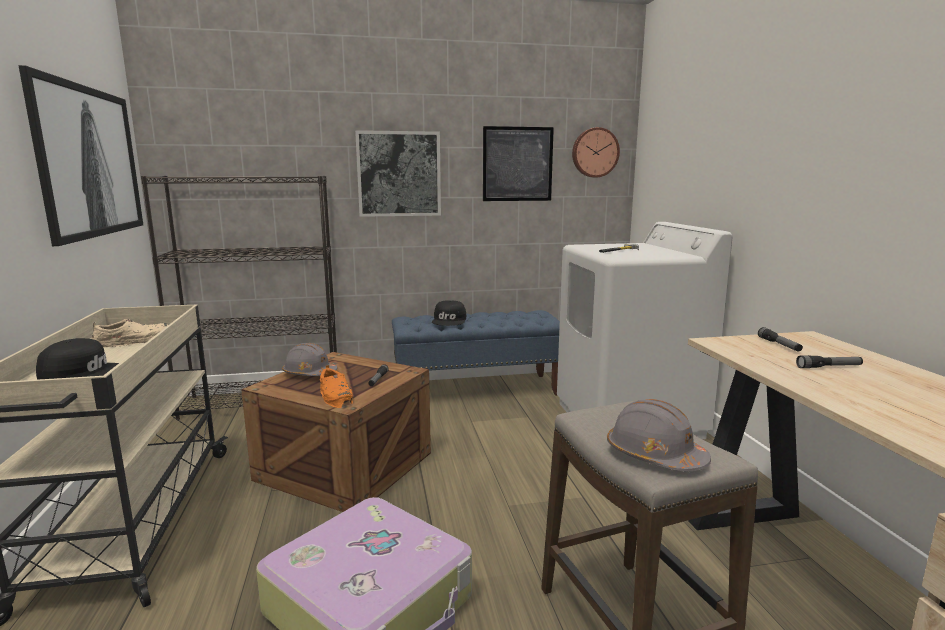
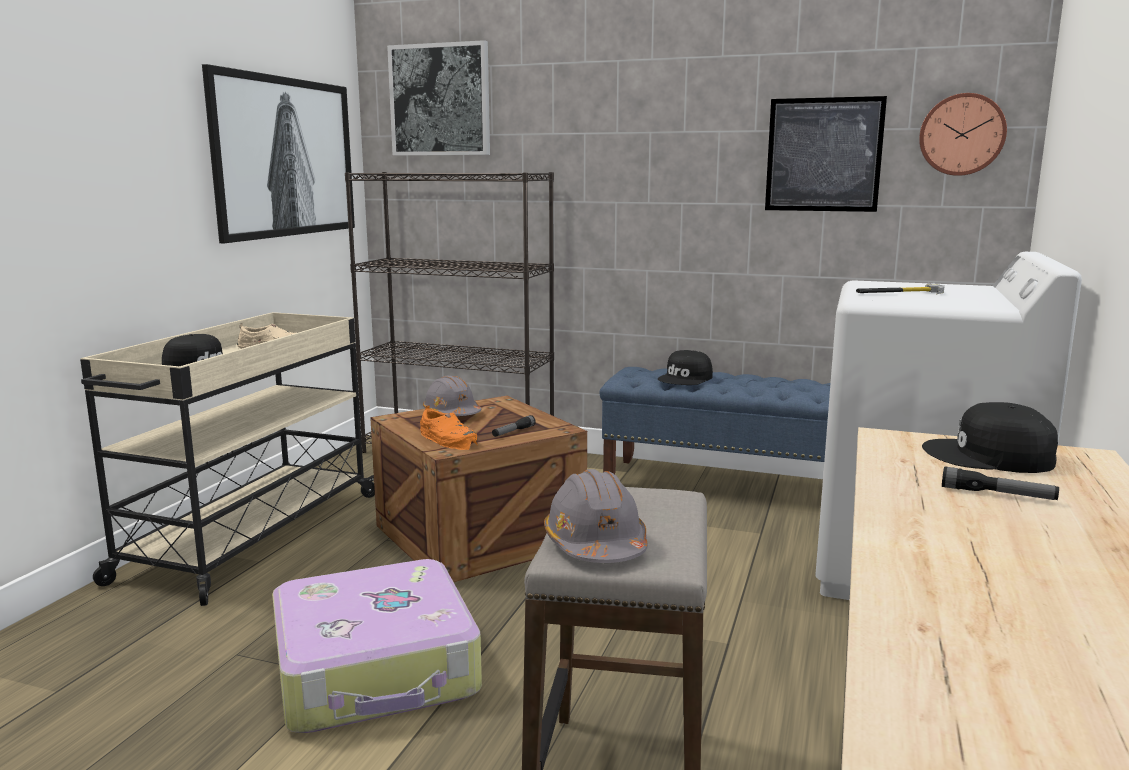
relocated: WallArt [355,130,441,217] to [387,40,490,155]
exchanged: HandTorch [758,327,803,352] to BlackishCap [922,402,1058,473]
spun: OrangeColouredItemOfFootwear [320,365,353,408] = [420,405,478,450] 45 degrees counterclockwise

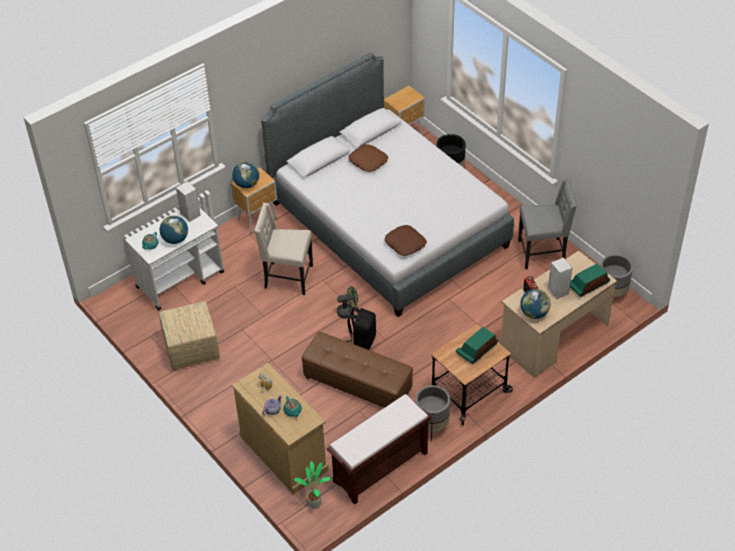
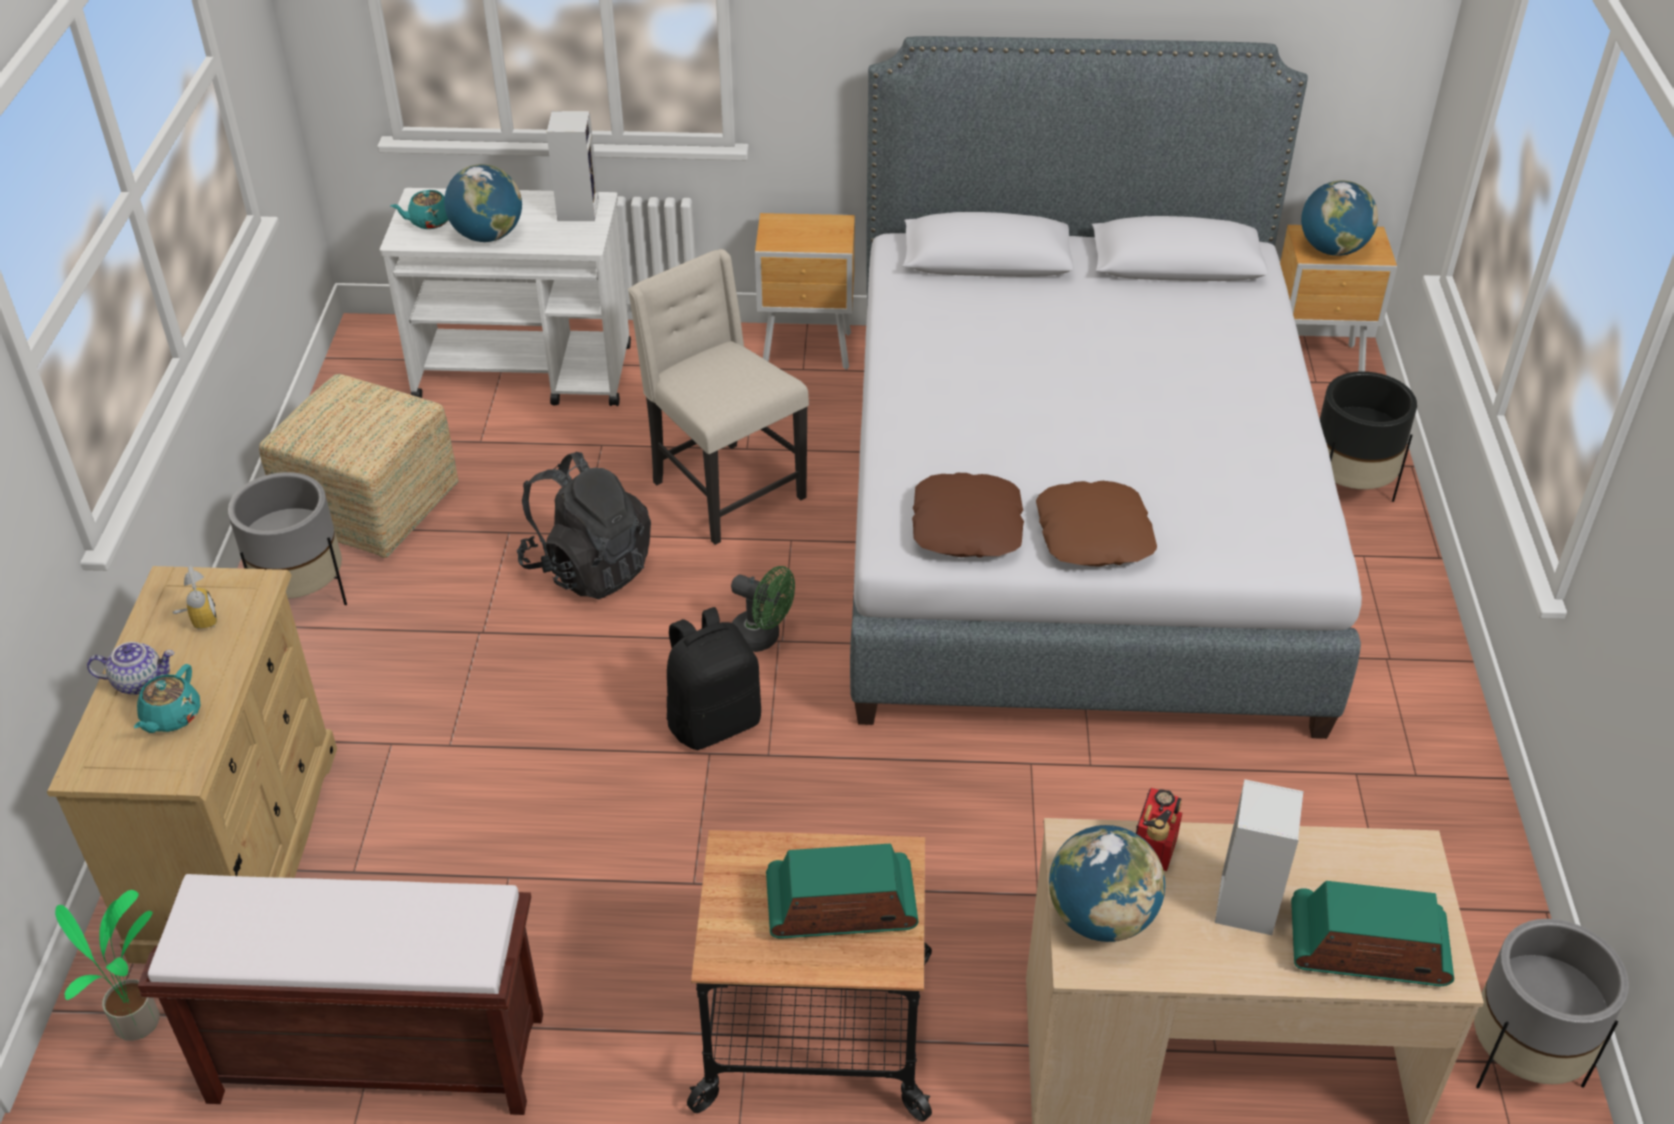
missing: BrownFootrest [301,332,413,408]; GreyPlainChair [518,178,577,269]
appeared: BlackishRucksack [517,452,651,600]
relocated: Globe [232,161,259,188] to [1301,180,1378,256]; BrownThrowPillow [348,144,388,172] to [1036,481,1157,567]; GreyFlowerPot [415,385,450,442] to [228,472,347,605]

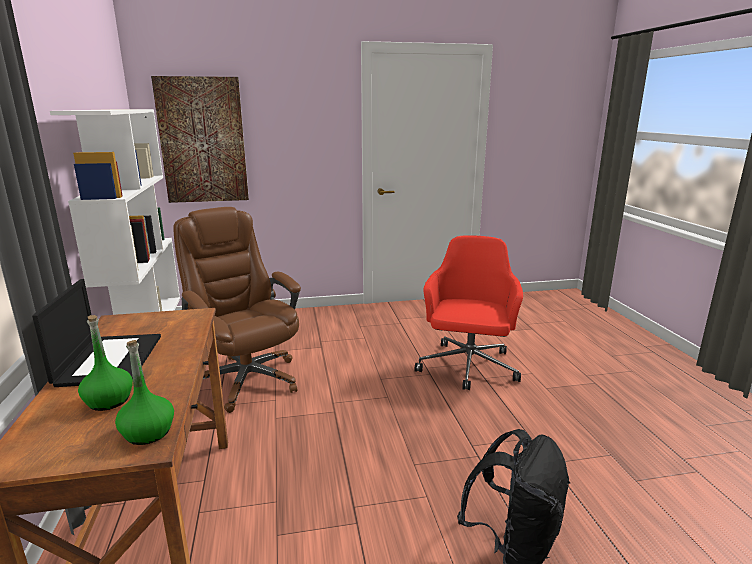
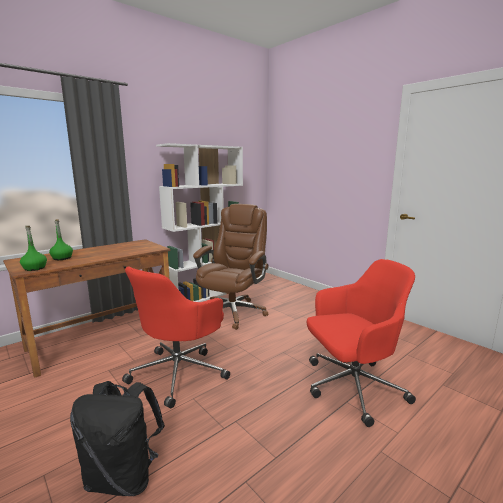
missing: Laptop [32,279,161,387]; WallArt [151,76,249,203]
appeared: RedColouredComputerChair [122,267,230,408]

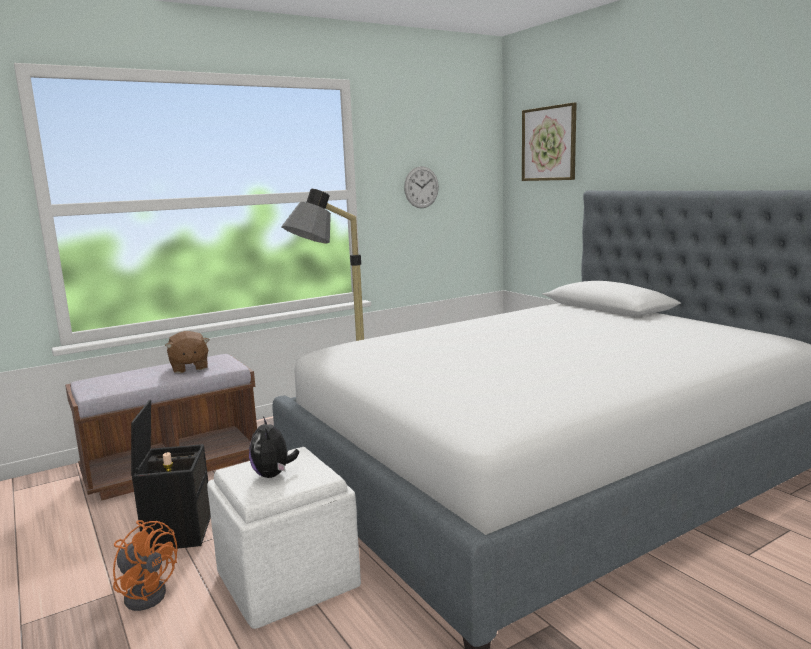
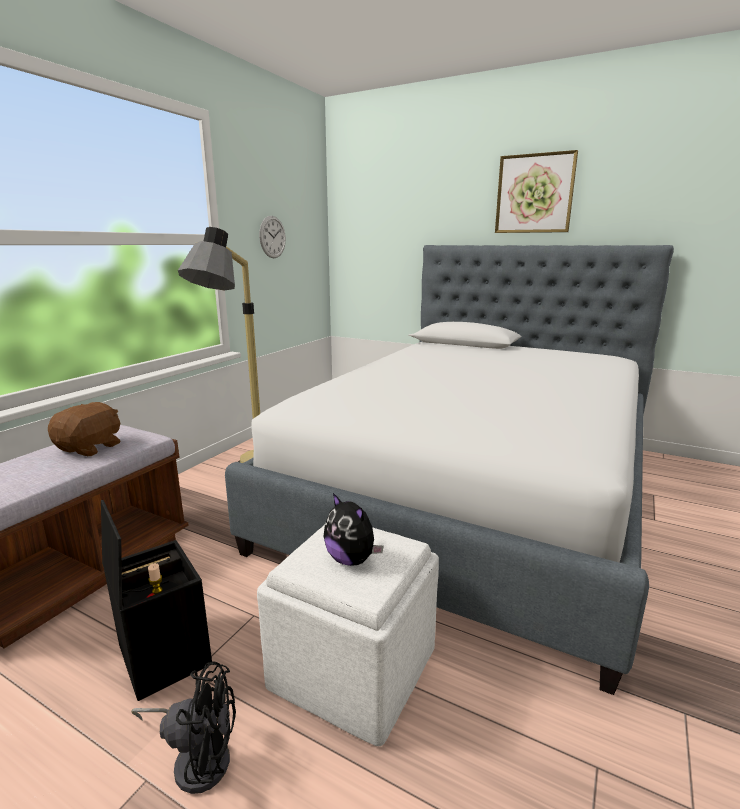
relocated: WallArt [522,102,576,181] to [495,150,578,233]
colour: OrangeColouredFan [113,520,177,611] to BlackishFan [131,661,236,794]
spun: BrownPlushToy [165,331,209,373] = [48,402,120,456] 105 degrees counterclockwise

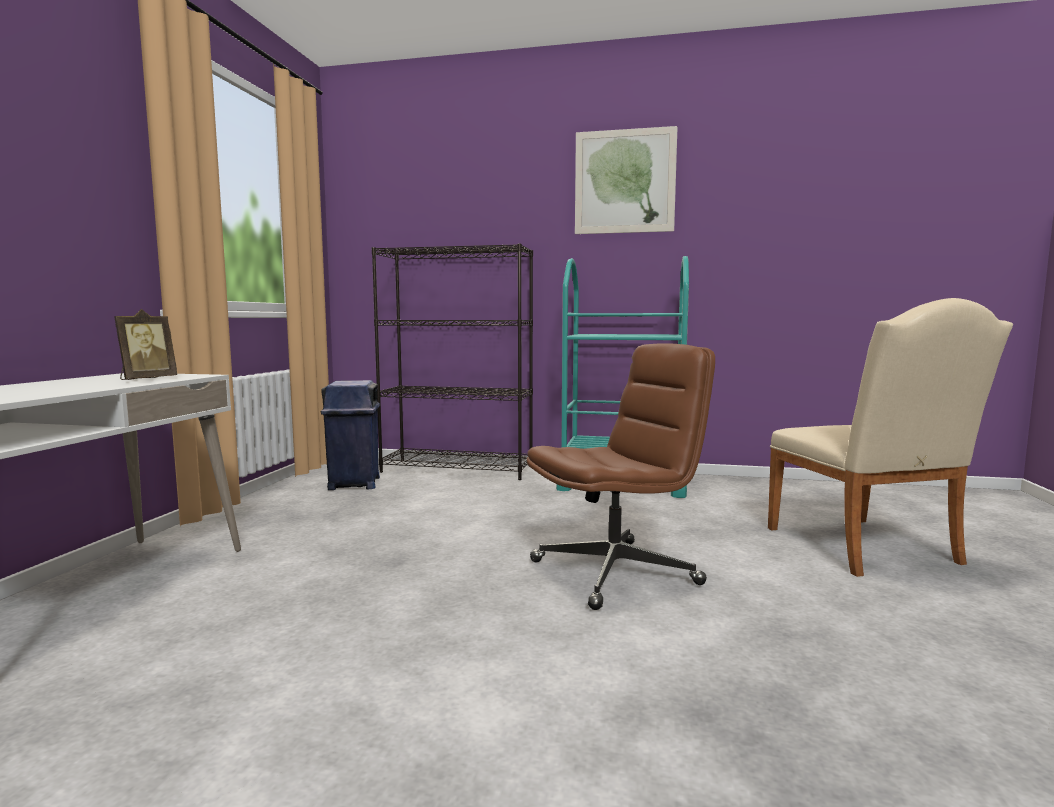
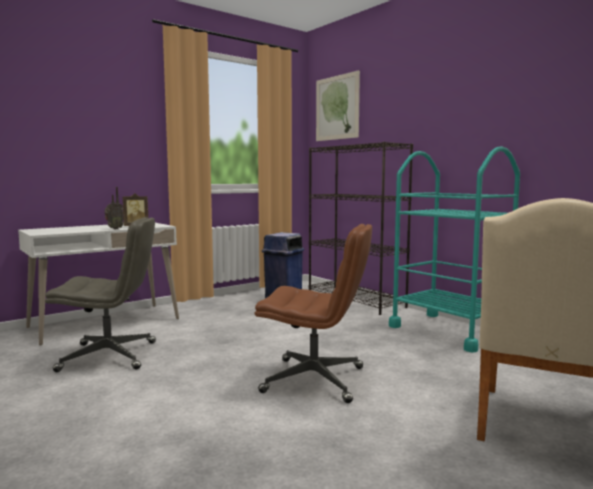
appeared: GreyComputerChair [45,217,156,372]; RadioSet [105,187,124,229]
relocated: WallArt [575,126,678,234] to [316,70,360,141]

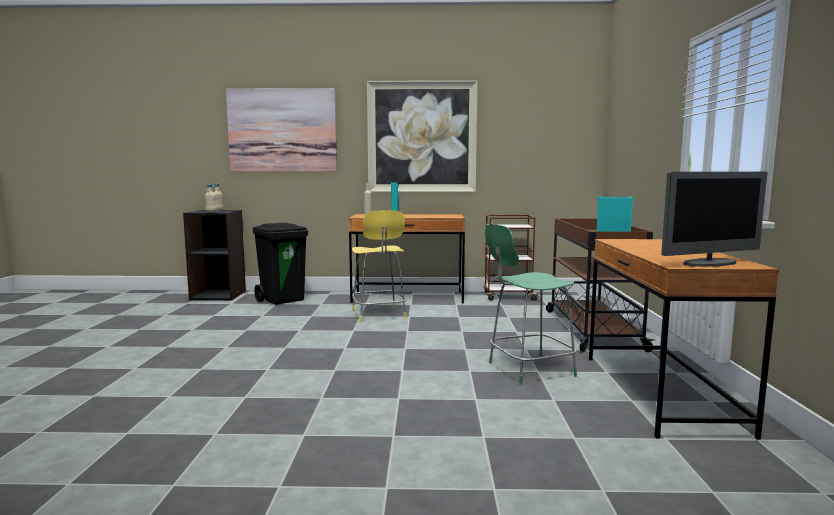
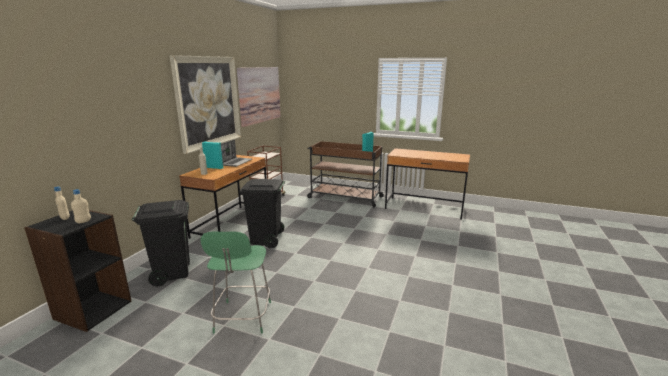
missing: Monitor [661,172,767,267]
appeared: Laptop [221,140,252,167]
relocated: WallArt [226,88,337,172] to [237,67,281,127]; GreenSittingStool [485,224,577,385] to [200,232,271,334]
exchanged: YellowSittingStool [352,210,407,322] to BlackishWasteBin [239,179,285,249]

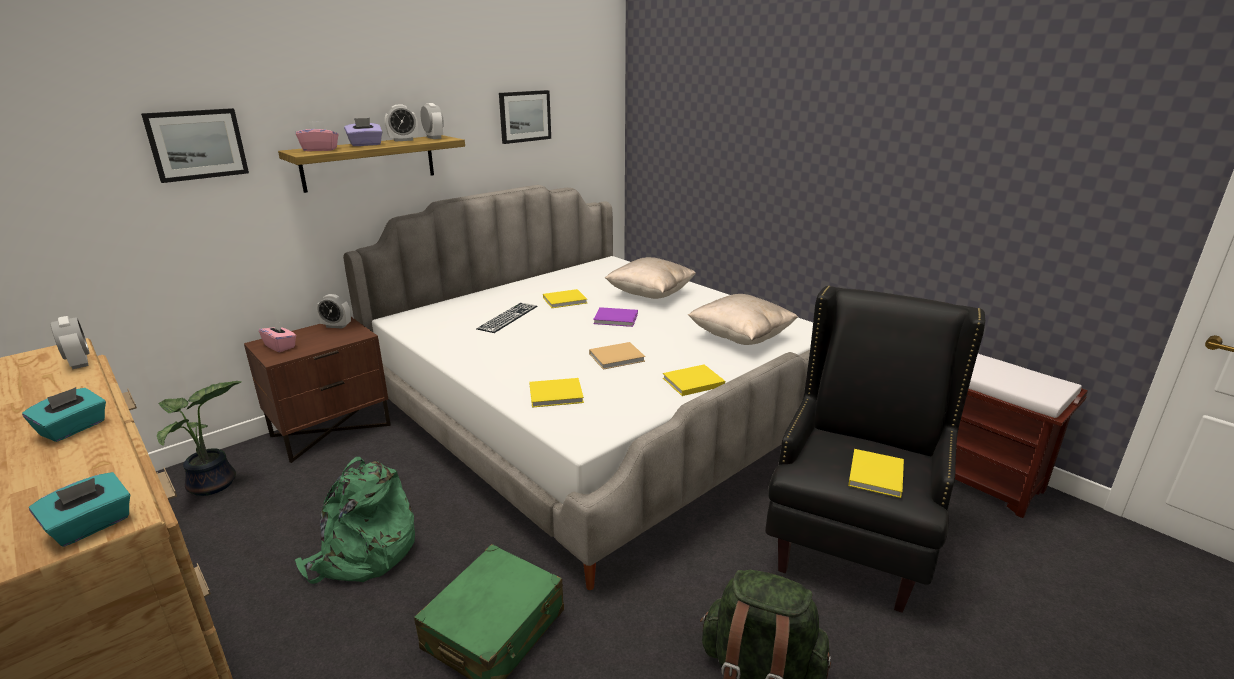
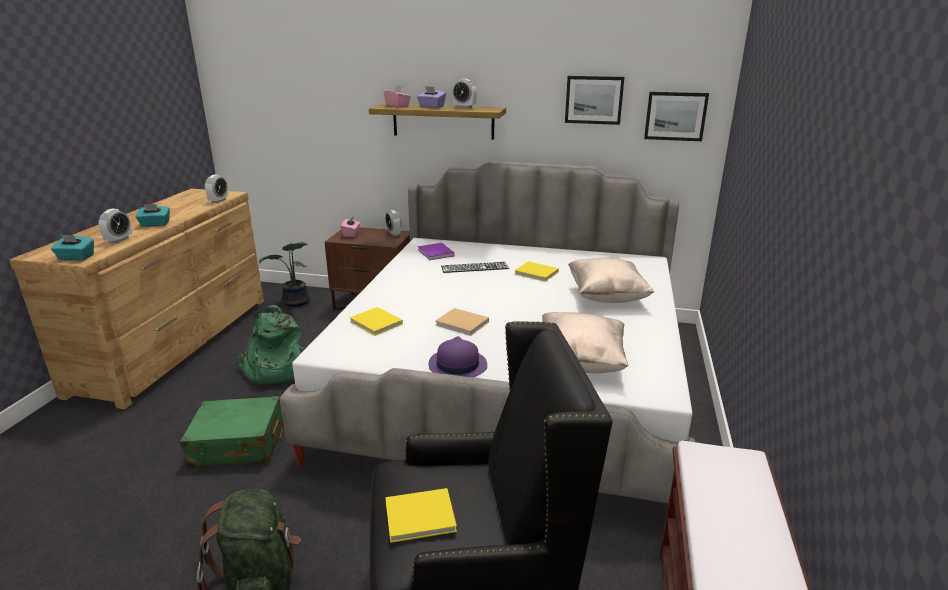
relocated: WallArt [141,108,249,183] to [644,92,709,141]; AlarmClock [420,103,444,139] to [98,208,132,243]; PurplishBook [593,307,638,327] to [418,243,454,260]
exchanged: YellowBook [663,364,725,396] to PurplishHat [428,336,487,377]

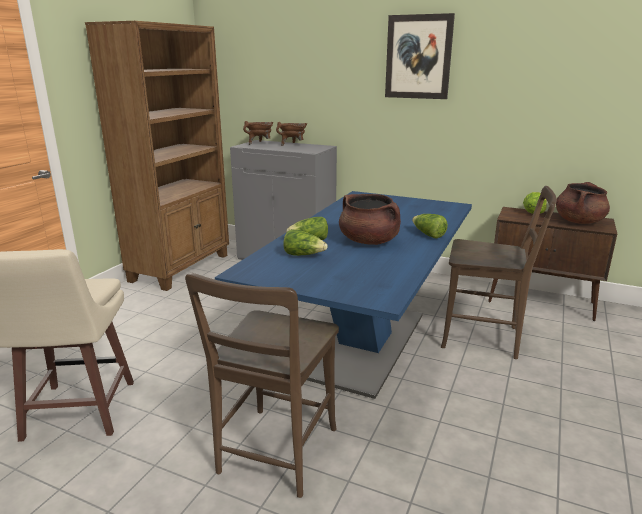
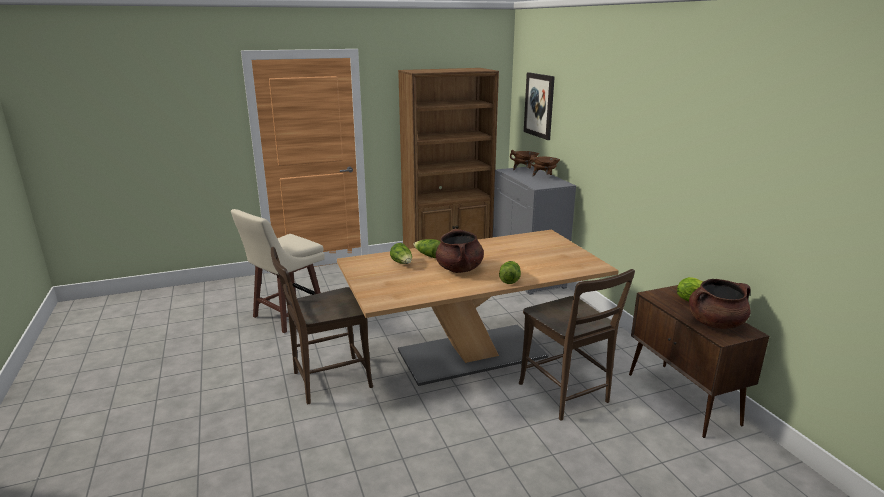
relocated: WallArt [385,13,455,99] to [524,72,555,140]
colour: BlueColouredKitchenTable [215,191,472,399] to BeigeKitchenTable [337,230,619,386]

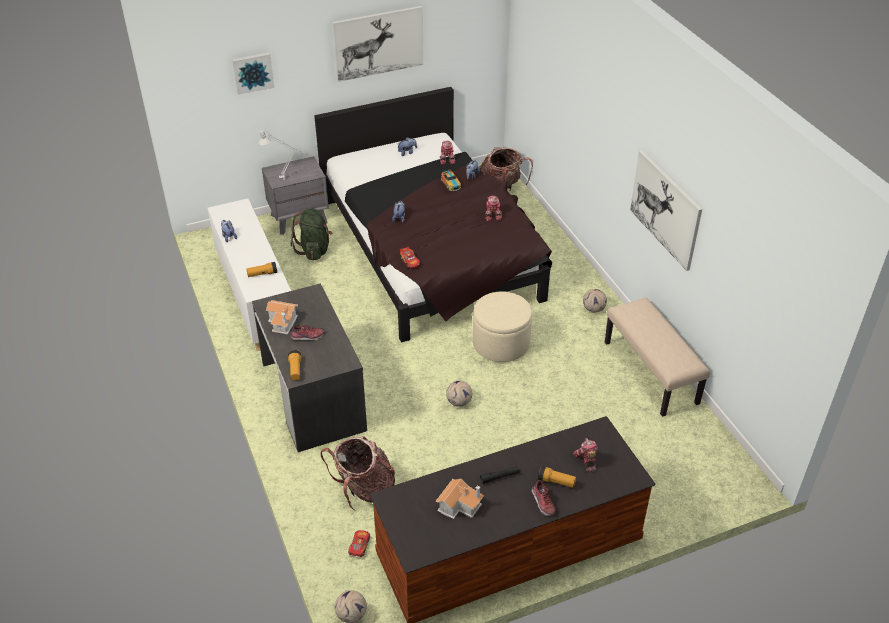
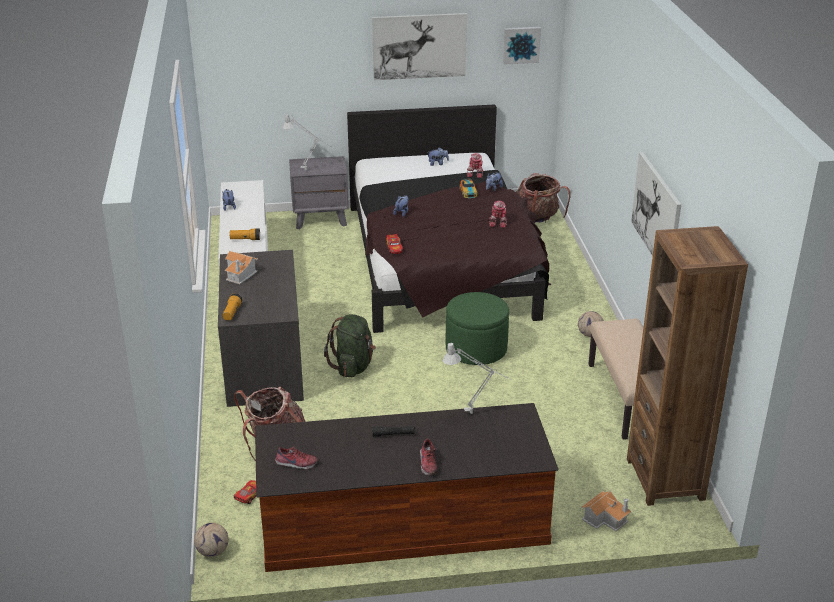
missing: BallForFootball [446,381,472,407]; HandTorch [538,466,576,488]; RobotFigure [573,438,598,473]
appeared: GreyTableLamp [443,343,512,414]; BrownBookshelf [627,226,748,506]
relocated: WallArt [232,52,274,95] to [503,27,541,65]; ItemOfFootwear [290,324,325,340] to [275,447,318,469]; GreenRucksack [291,208,332,260] to [324,314,376,377]; MiniatureHouse [436,479,484,519] to [582,491,632,531]
colour: BeigeFootrest [473,291,532,362] to GreenFootrest [446,292,509,365]

